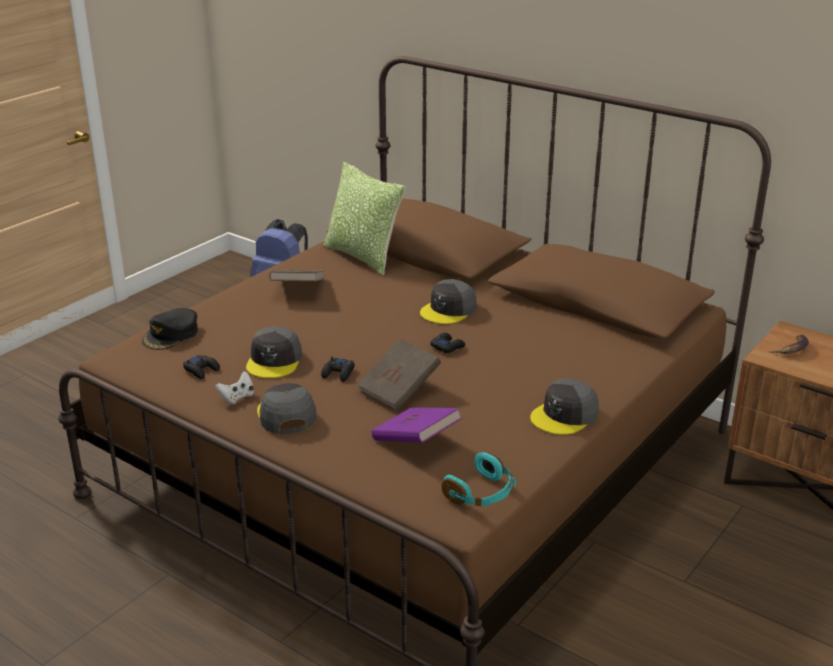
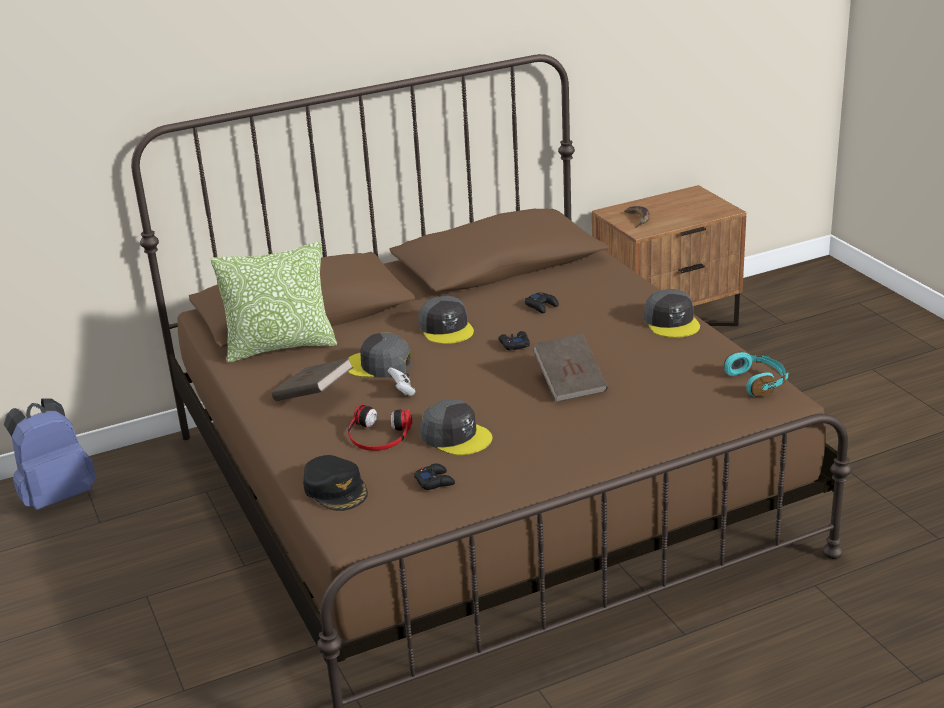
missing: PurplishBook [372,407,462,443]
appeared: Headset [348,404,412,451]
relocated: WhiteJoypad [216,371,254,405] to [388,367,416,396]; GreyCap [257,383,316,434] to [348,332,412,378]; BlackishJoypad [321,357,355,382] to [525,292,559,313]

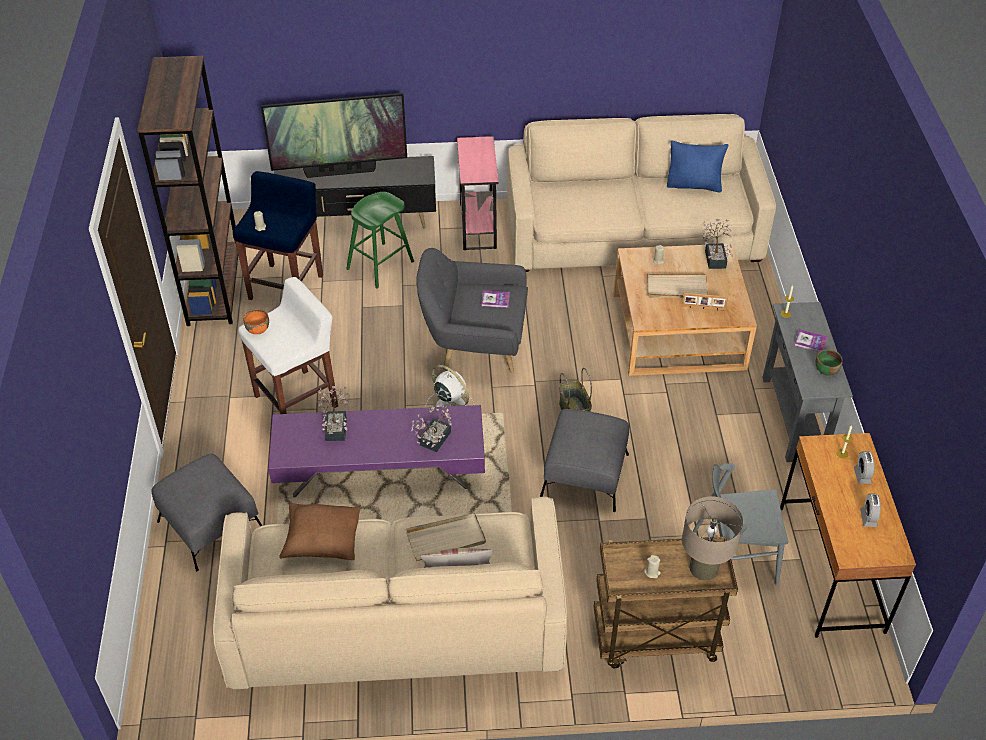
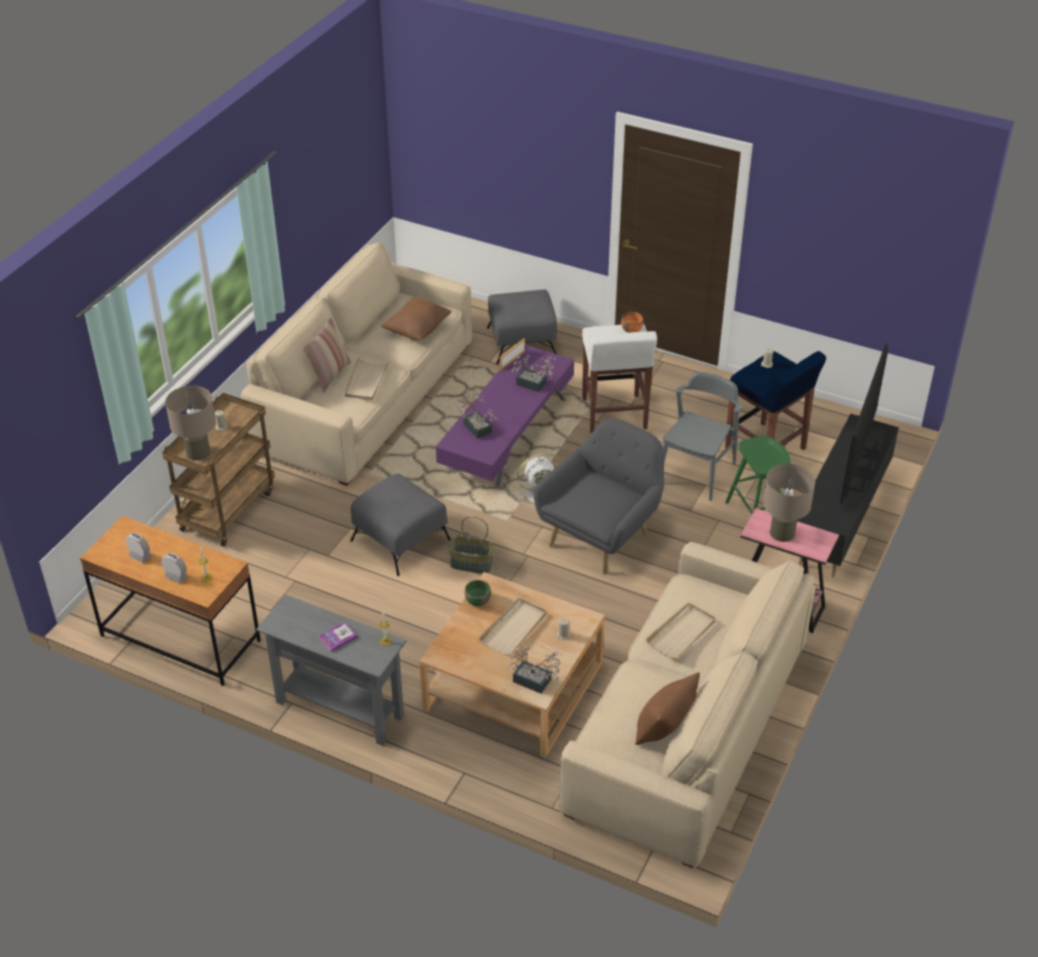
missing: BrownBookshelf [137,56,238,326]; Book [481,291,510,308]
appeared: BeigeServingTray [646,603,716,659]; BeigeTableLamp [763,464,815,542]
relocated: StandingFrame [682,293,728,311] to [499,338,525,371]; GreyPlainChair [693,463,789,585] to [663,372,741,501]; GreenServingBowl [816,349,843,376] to [465,580,491,606]
colour: BlueColouredThrowPillow [667,141,728,193] to BrownThrowPillow [635,672,700,745]

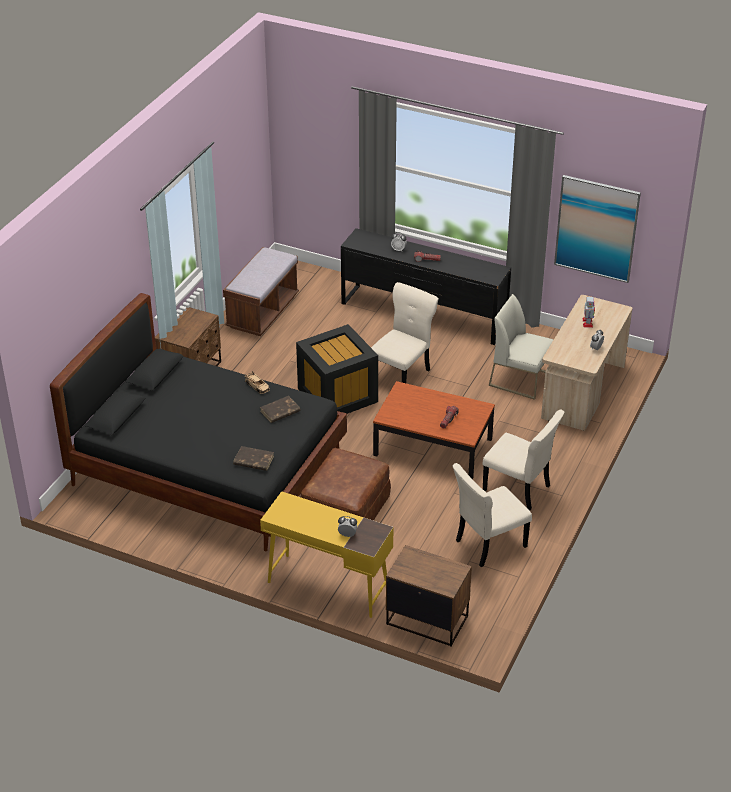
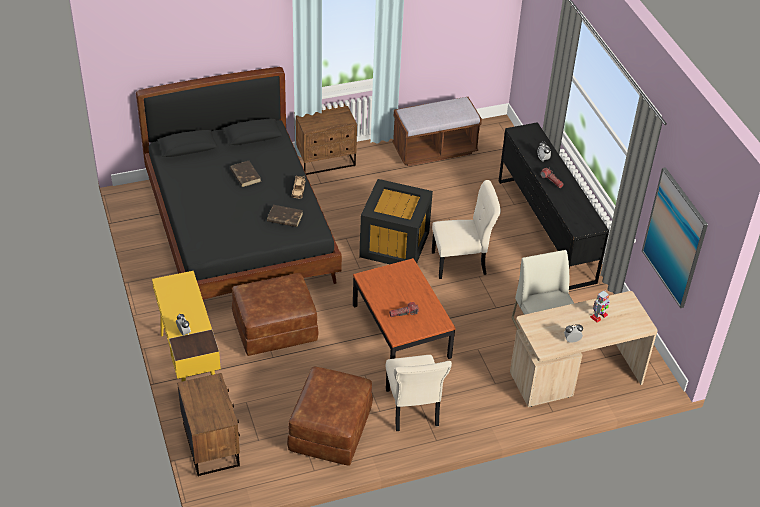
relocated: BrownBook [233,446,274,471] to [230,161,261,187]
exchanged: BeigePlainChair [452,463,532,567] to BrownFootrest [287,367,373,466]

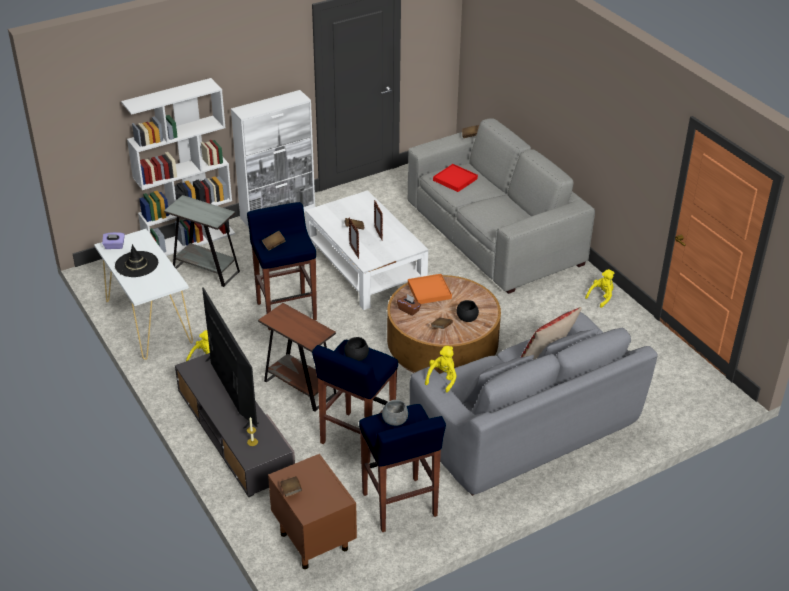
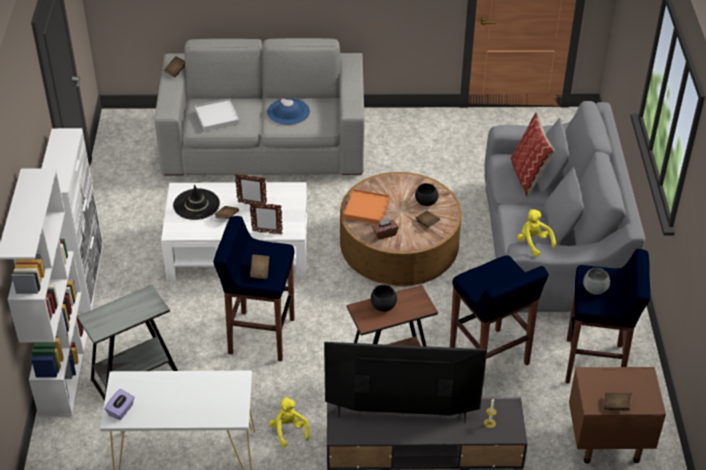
missing: YellowPlushToy [585,269,615,308]
appeared: BlueColouredHat [267,98,310,125]
relocated: BlackishHat [115,244,158,277] to [173,184,220,220]; BlackishServingBowl [344,337,369,361] to [371,285,397,312]
colour: RedColouredServingTray [433,164,478,192] to WhiteServingTray [195,99,240,131]

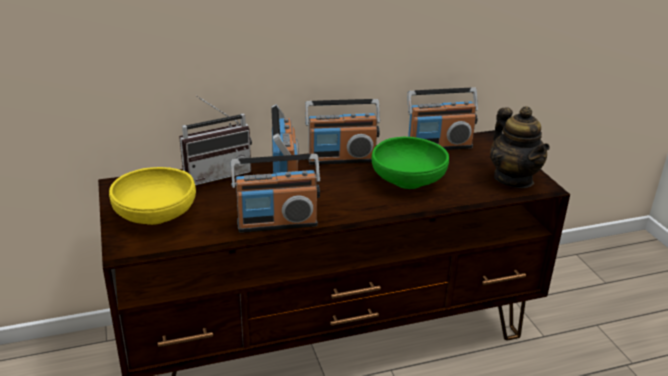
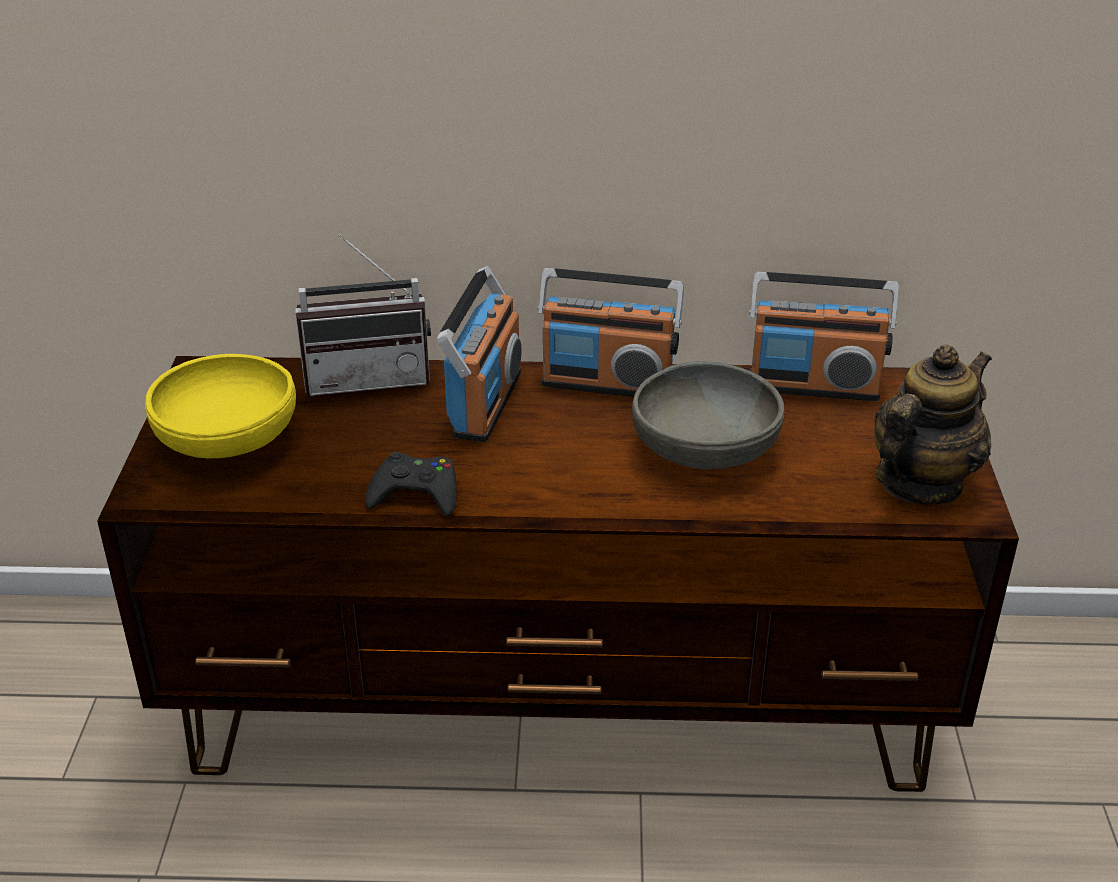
exchanged: RadioSet [231,154,321,233] to BlackishJoypad [365,452,456,517]
colour: GreenServingBowl [372,137,449,189] to GreyServingBowl [632,361,784,469]
spun: Teapot [490,106,550,188] = [874,345,992,505] 135 degrees counterclockwise

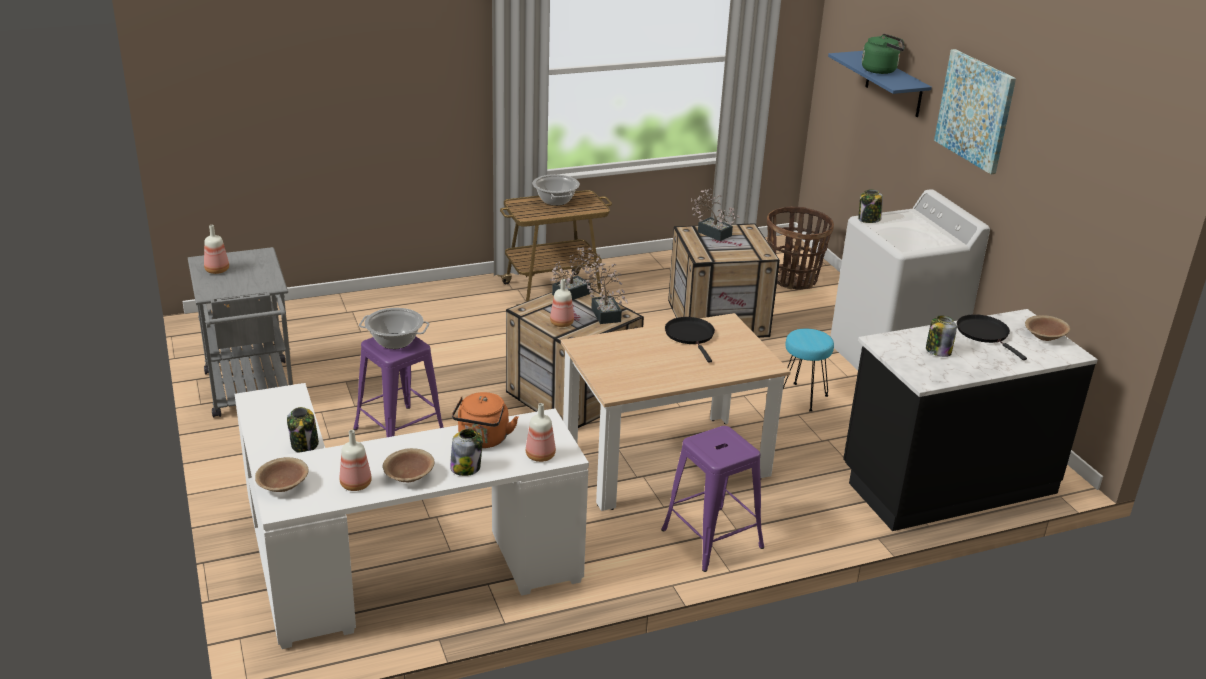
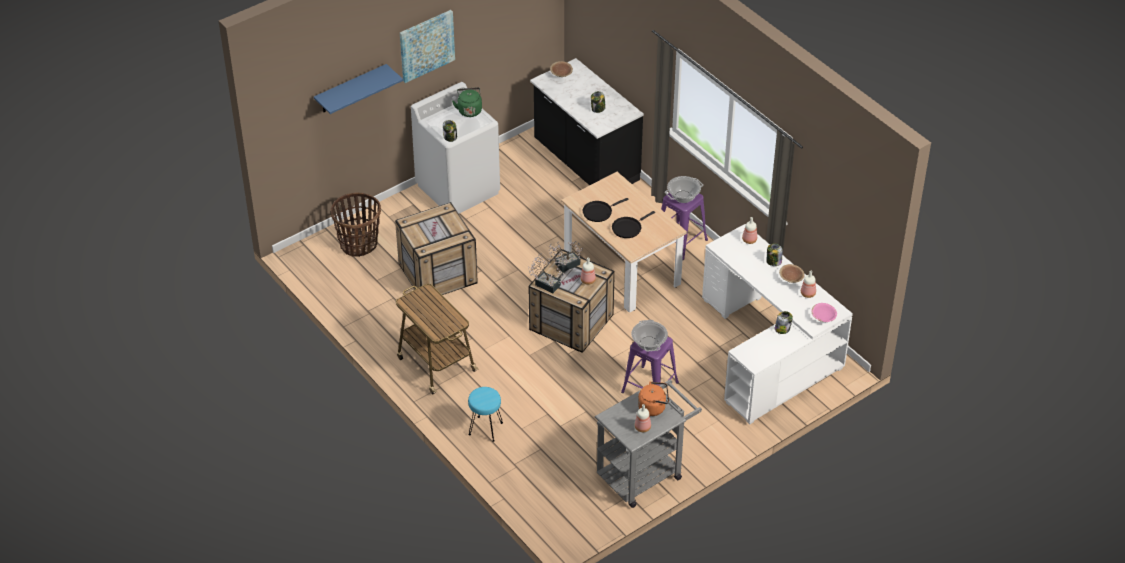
missing: PlantInAPot [691,188,740,241]
relocated: OrangeColouredKettle [452,392,518,448] to [638,381,669,416]; CookingPot [532,174,580,206] to [665,176,703,203]; TurquoiseSittingStool [783,329,834,412] to [468,387,503,442]; GreenKettle [862,33,905,74] to [452,87,482,117]; BlackishSkillet [957,314,1027,360] to [612,211,655,238]
colour: BrownServingBowl [255,457,308,492] to PinkServingBowl [811,303,837,322]

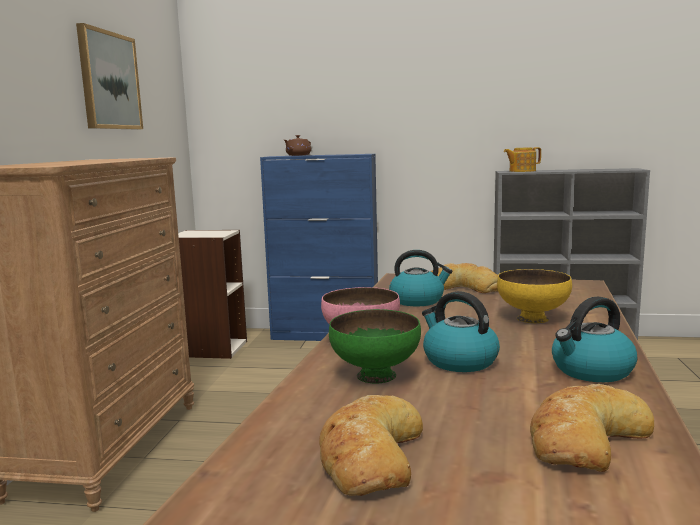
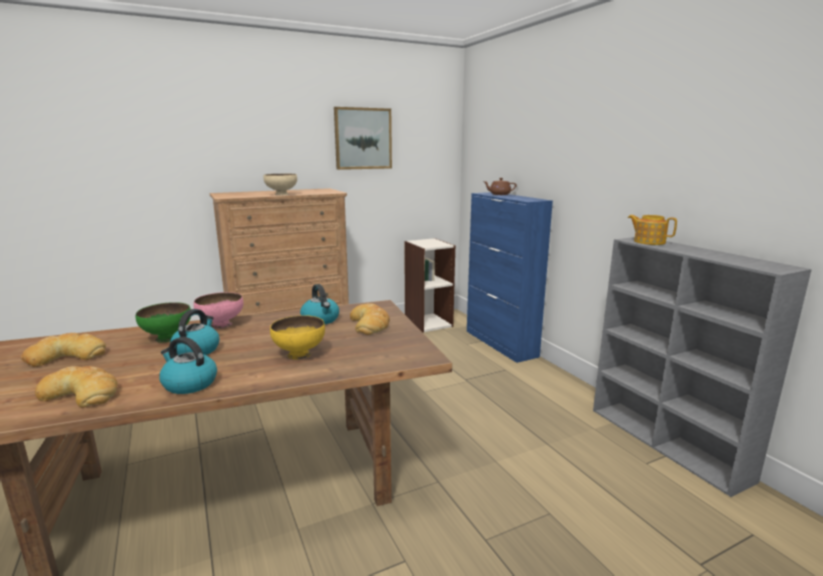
appeared: BeigeServingBowl [264,174,297,195]

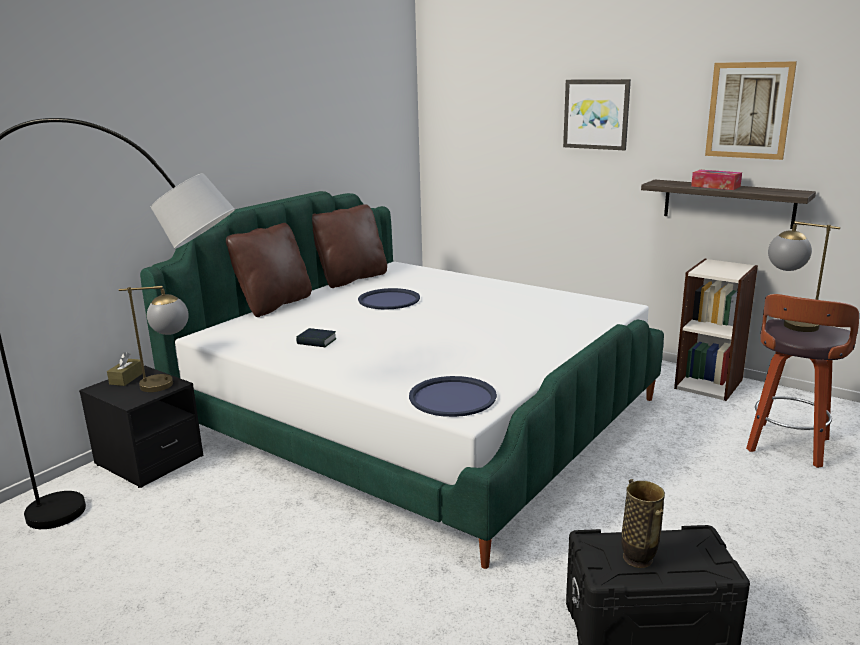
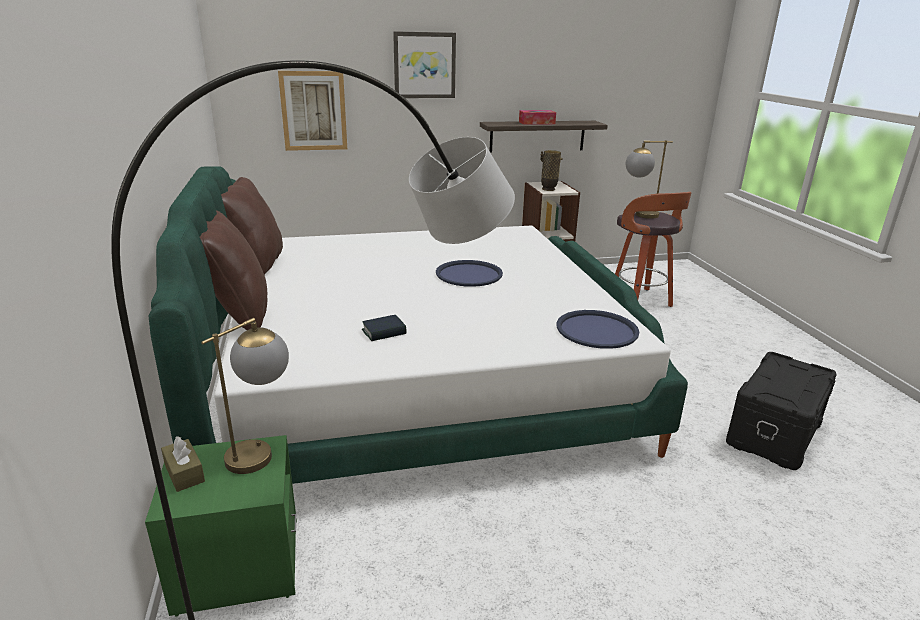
relocated: BlueColouredServingTray [358,288,420,310] to [436,260,503,287]; Vase [621,479,665,568] to [540,150,562,191]; WallArt [705,61,797,160] to [278,71,347,151]
colour: BlackishBedsideTable [79,366,203,488] to GreenBedsideTable [145,435,297,617]

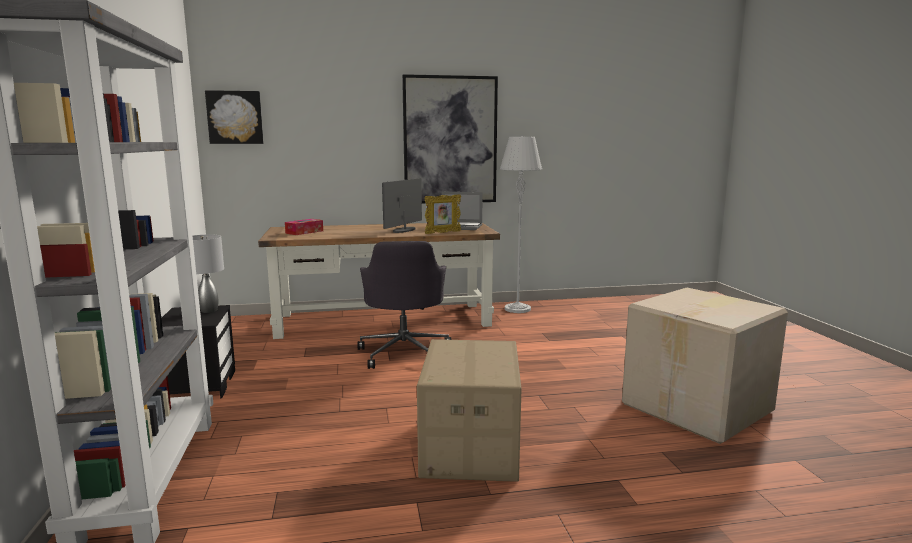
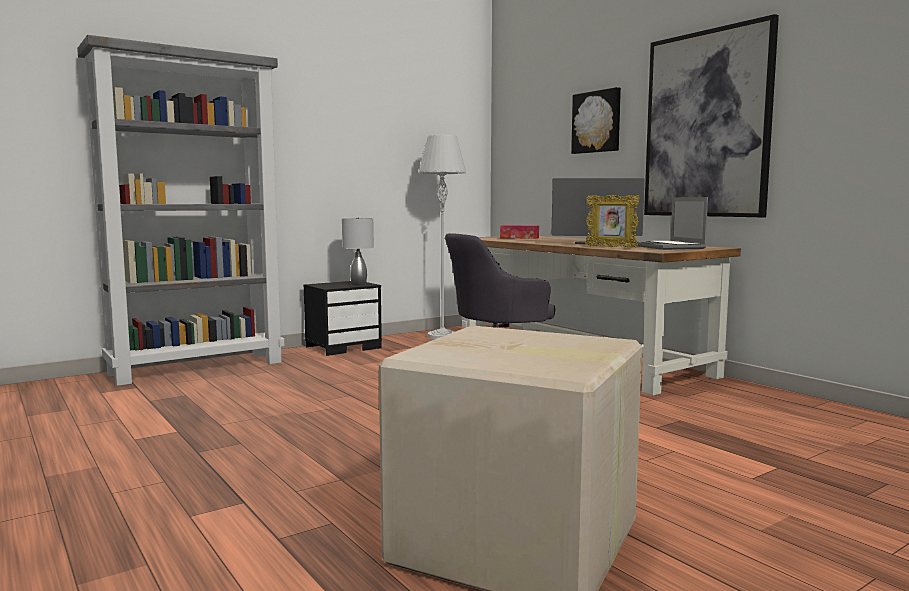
missing: Carton [417,339,522,482]
relocated: WallArt [205,90,263,144] to [571,87,621,154]; GreyStandardLamp [500,137,542,313] to [418,135,466,339]

